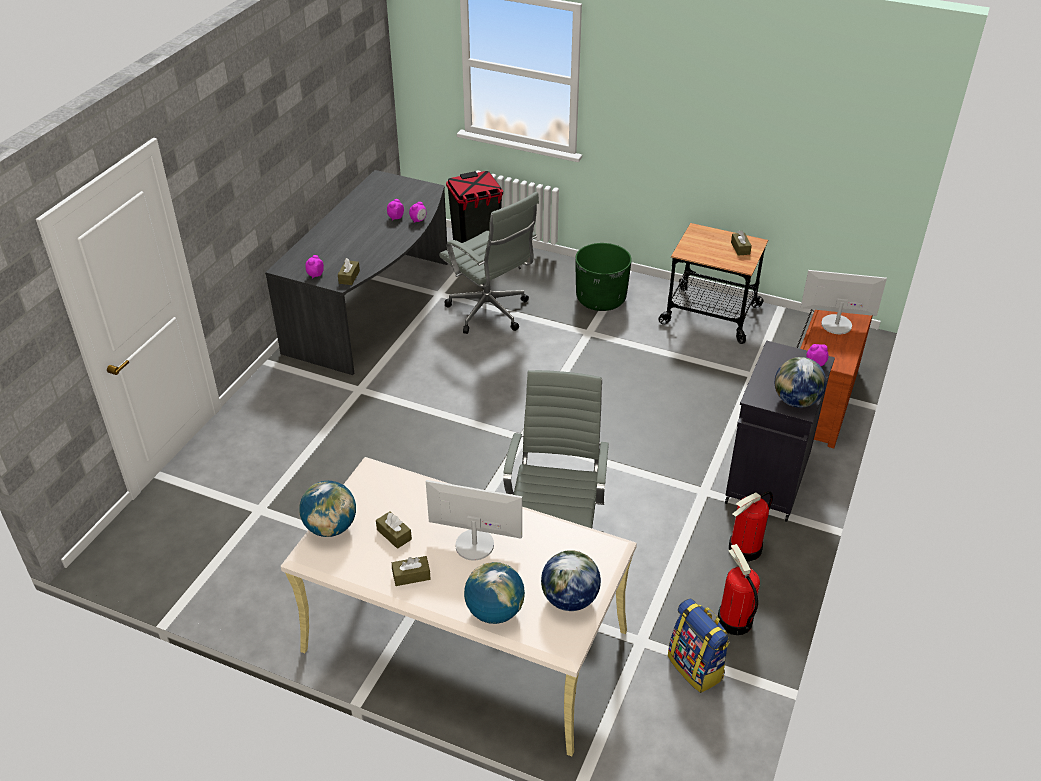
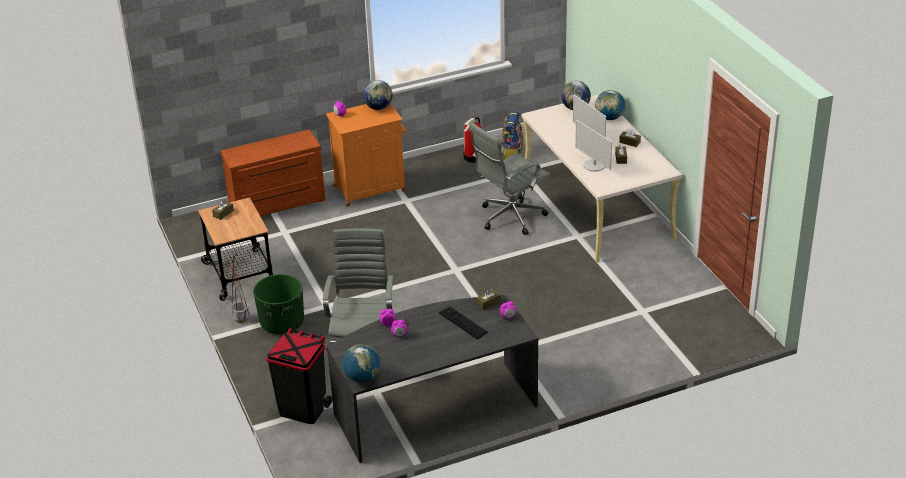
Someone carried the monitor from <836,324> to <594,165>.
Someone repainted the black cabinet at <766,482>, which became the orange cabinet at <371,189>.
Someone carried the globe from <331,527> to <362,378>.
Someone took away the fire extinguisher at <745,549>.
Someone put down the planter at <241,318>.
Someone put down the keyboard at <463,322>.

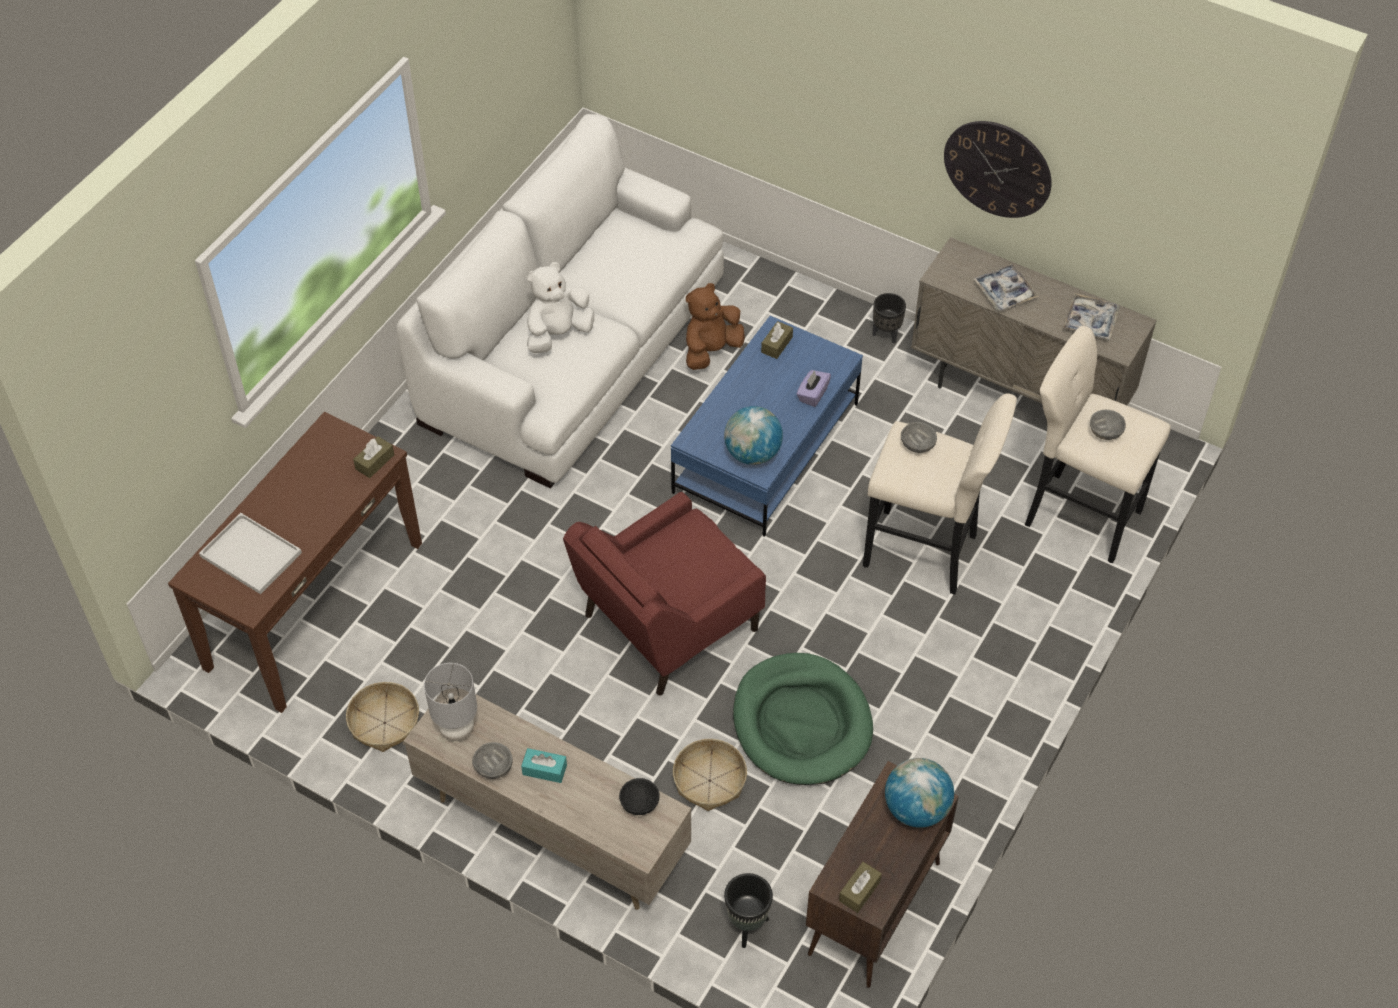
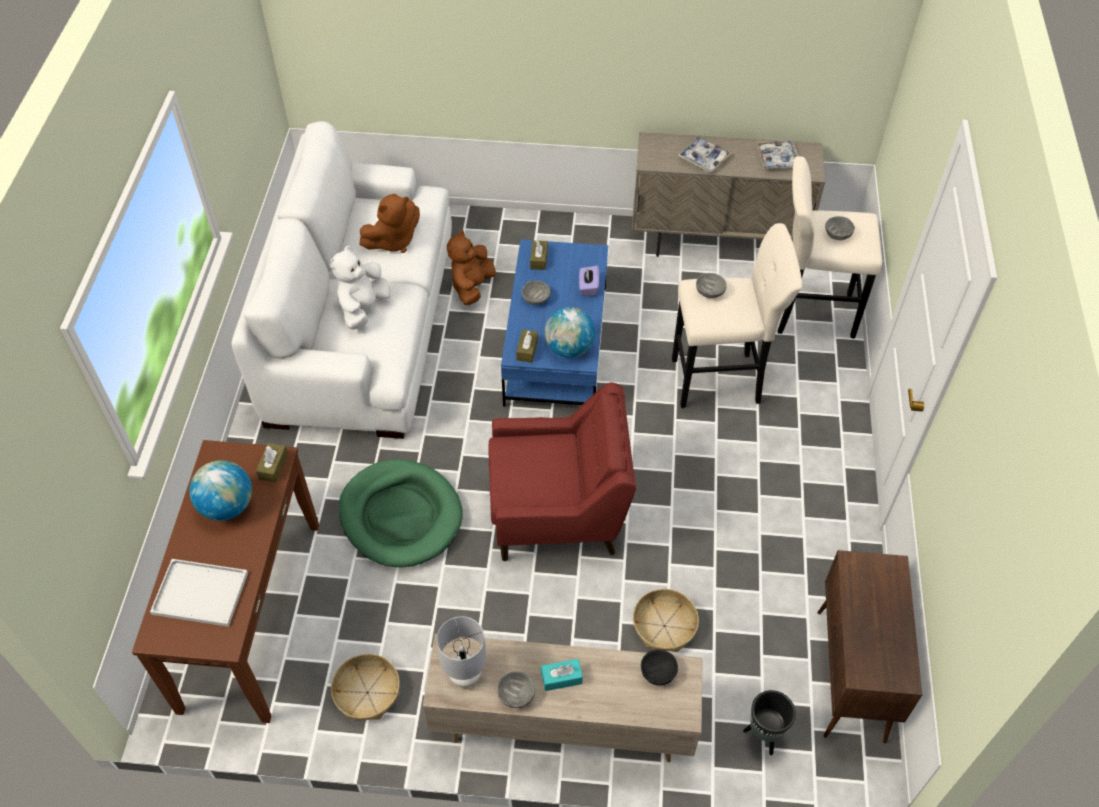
Someone took away the wall clock at <997,169>.
Someone took away the black planter at <886,334>.
Someone rotated the red armchair at <667,624> by 120 degrees counterclockwise.
Someone carried the green dog bed from <801,723> to <401,515>.
Someone carried the globe from <916,809> to <227,506>.
Someone carried the brown tissue box from <859,891> to <527,350>.
Someone put down the brown plush toy at <393,241>.
Someone put down the grey bowl at <535,299>.

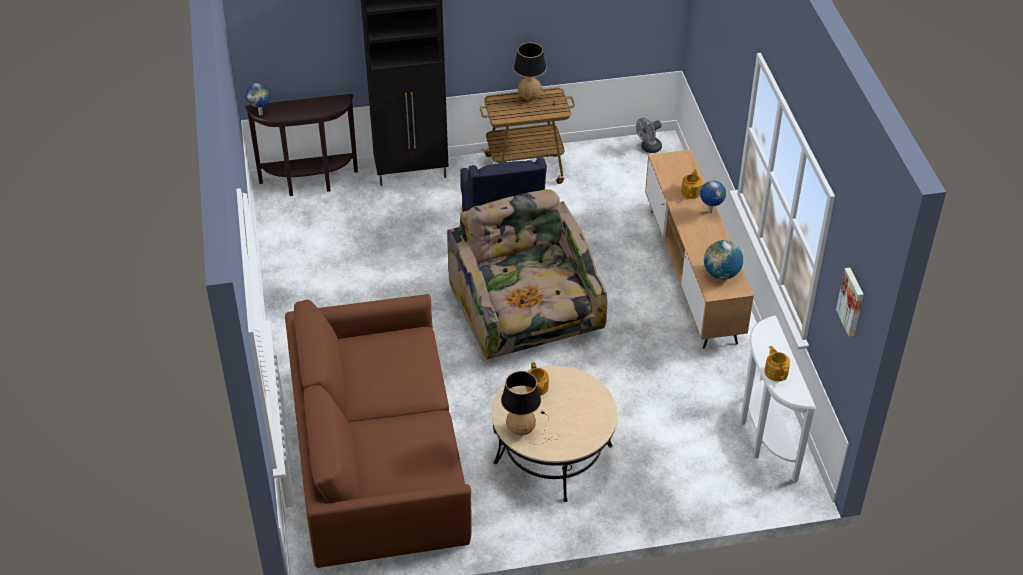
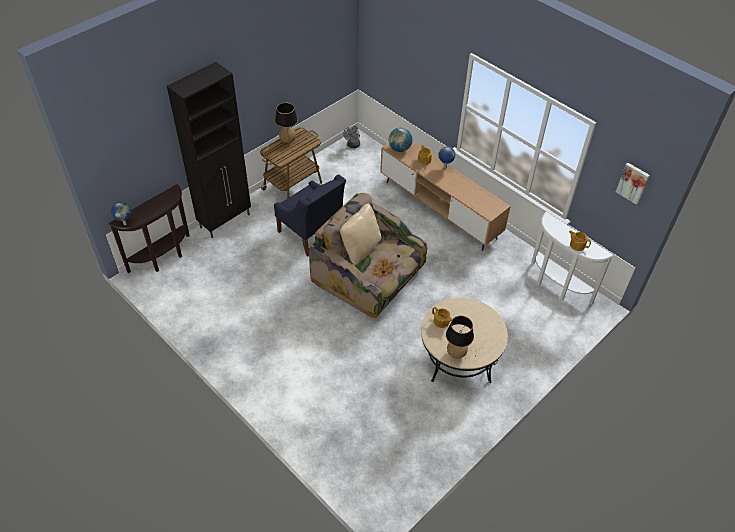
Someone carried the globe from <721,274> to <399,149>.
Someone took away the brown sofa at <377,452>.
Someone put down the beige pillow at <361,249>.

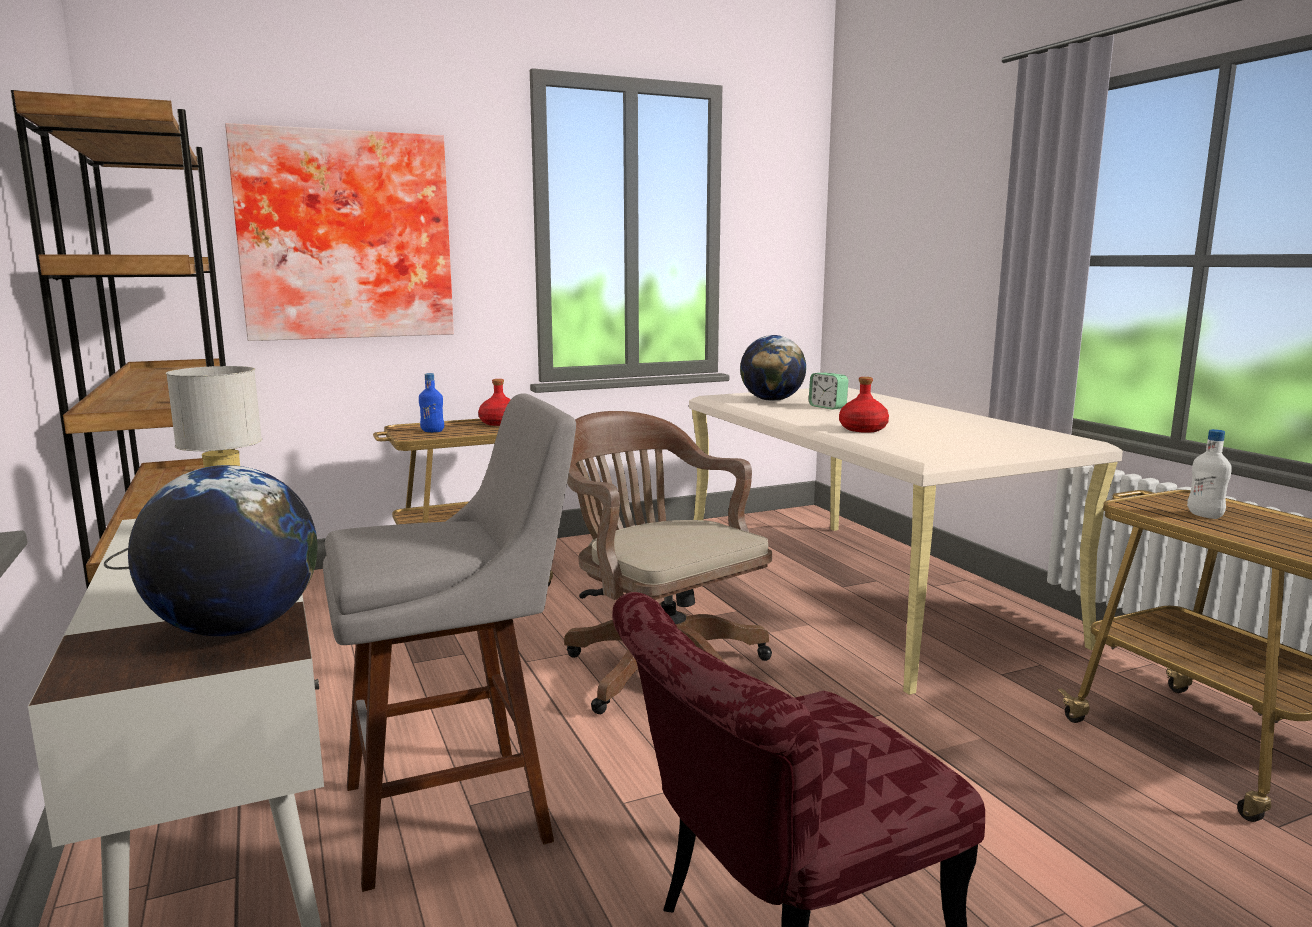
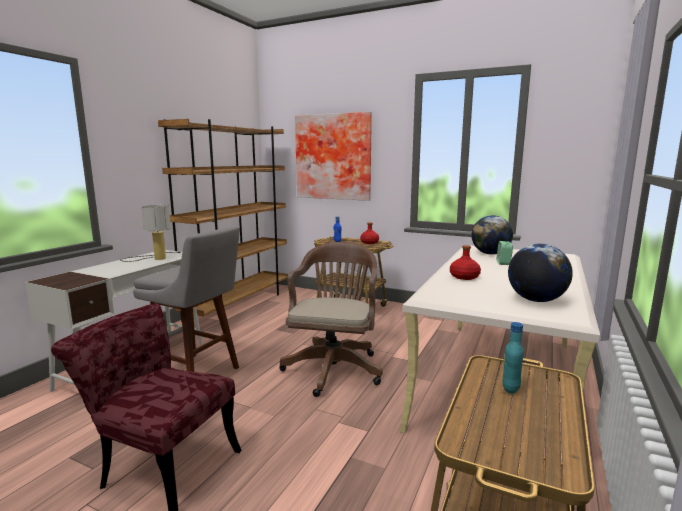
Someone repainted the white bottle at <1204,515>, which became the turquoise bottle at <510,388>.
Someone carried the globe from <235,629> to <536,300>.

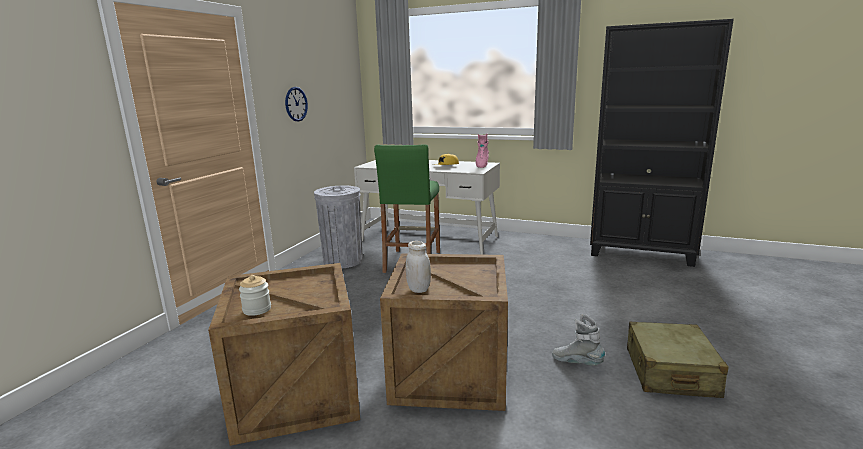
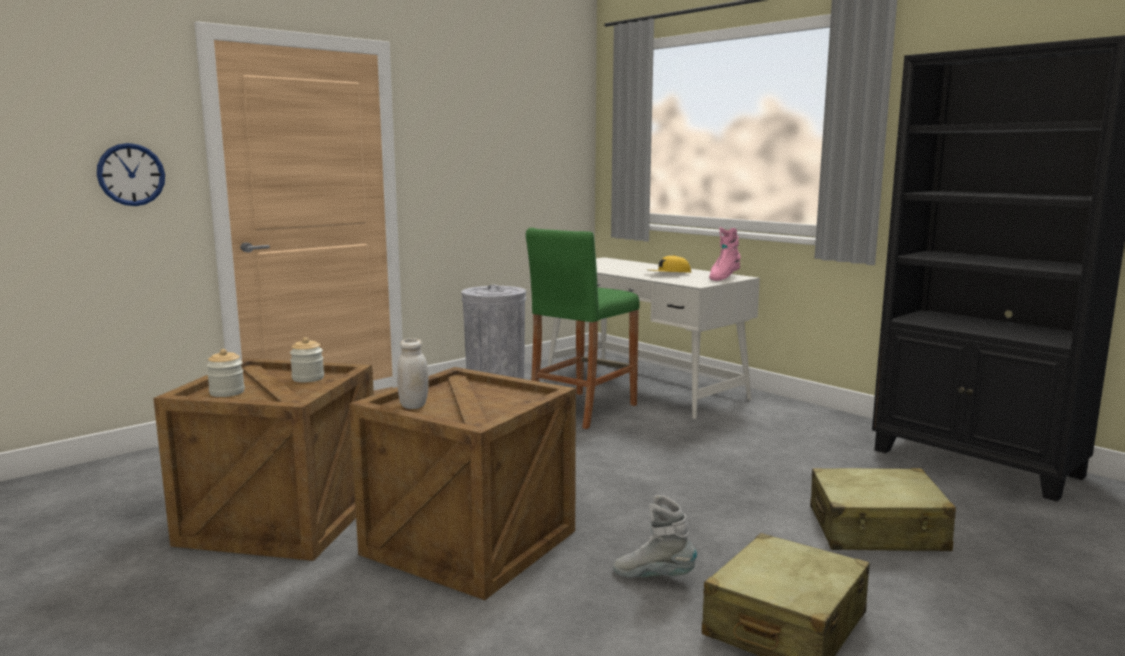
Someone carried the wall clock from <296,104> to <131,174>.
Someone rotated the grey boot at <577,363> by 45 degrees counterclockwise.
Someone put down the jar at <308,378>.
Someone put down the beige suitcase at <877,530>.

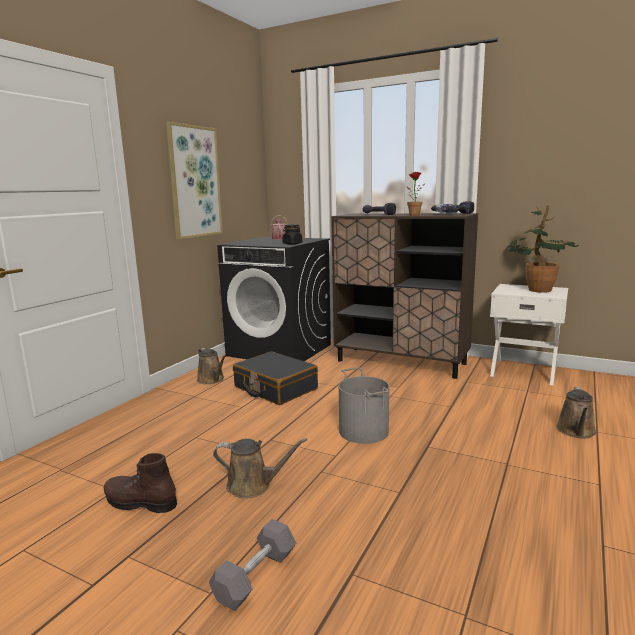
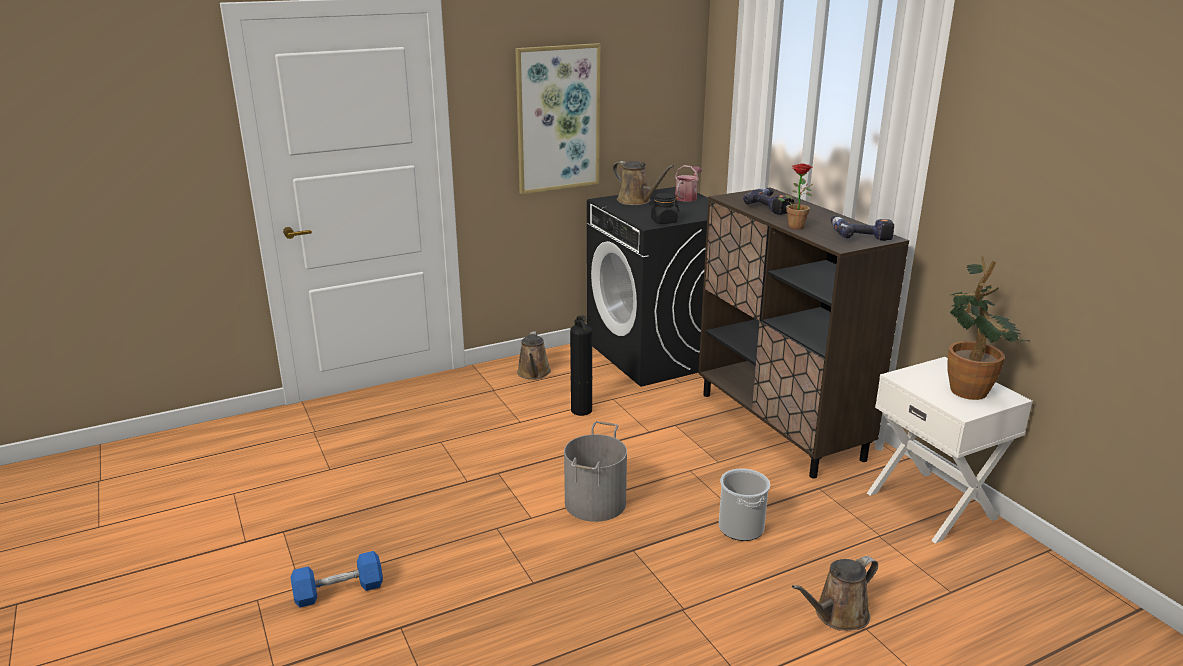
Someone swapped the black suitcase at <275,388> for the fire extinguisher at <581,410>.
Someone carried the brown watering can from <253,485> to <636,201>.
Someone took away the brown boot at <140,503>.
Someone repainted the grey dumbbell at <255,576>, which became the blue dumbbell at <339,591>.
Someone put down the bucket at <741,528>.

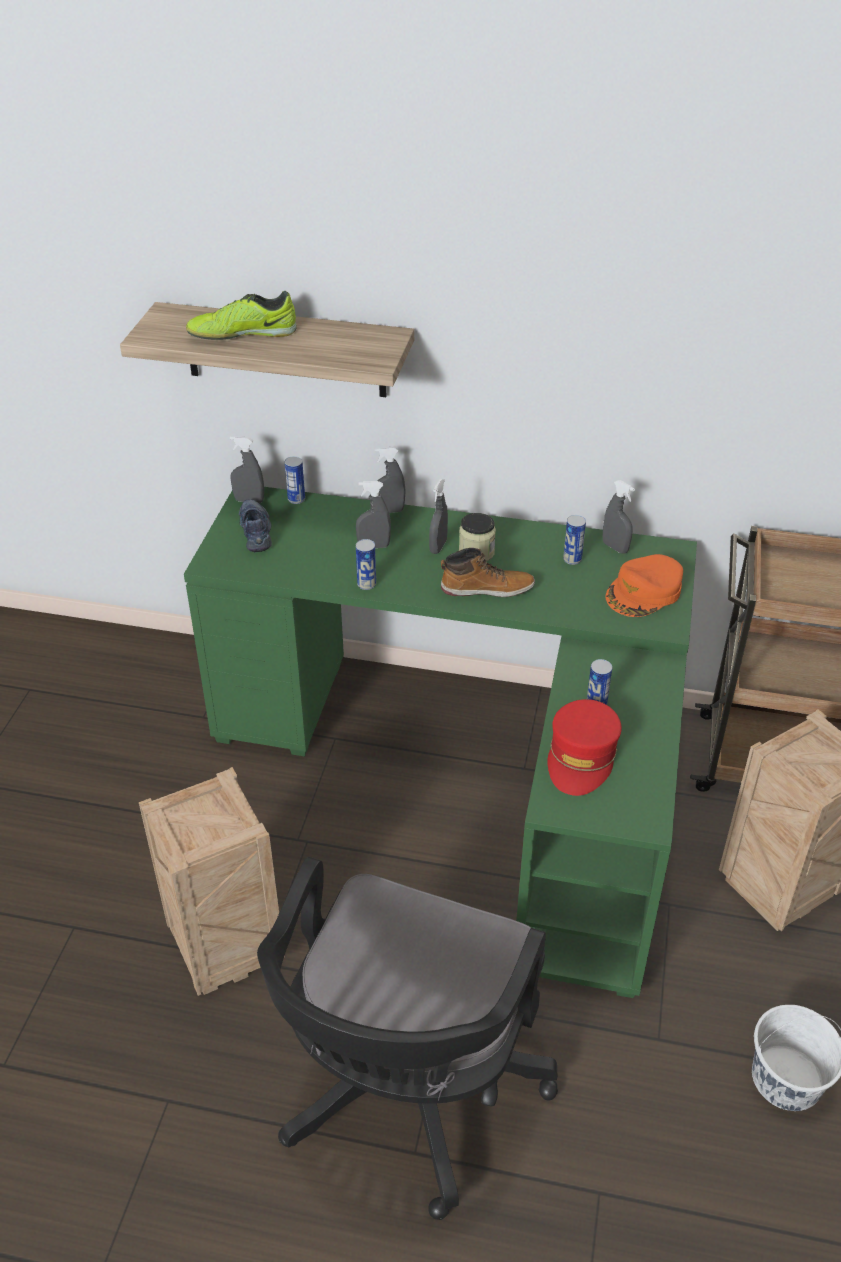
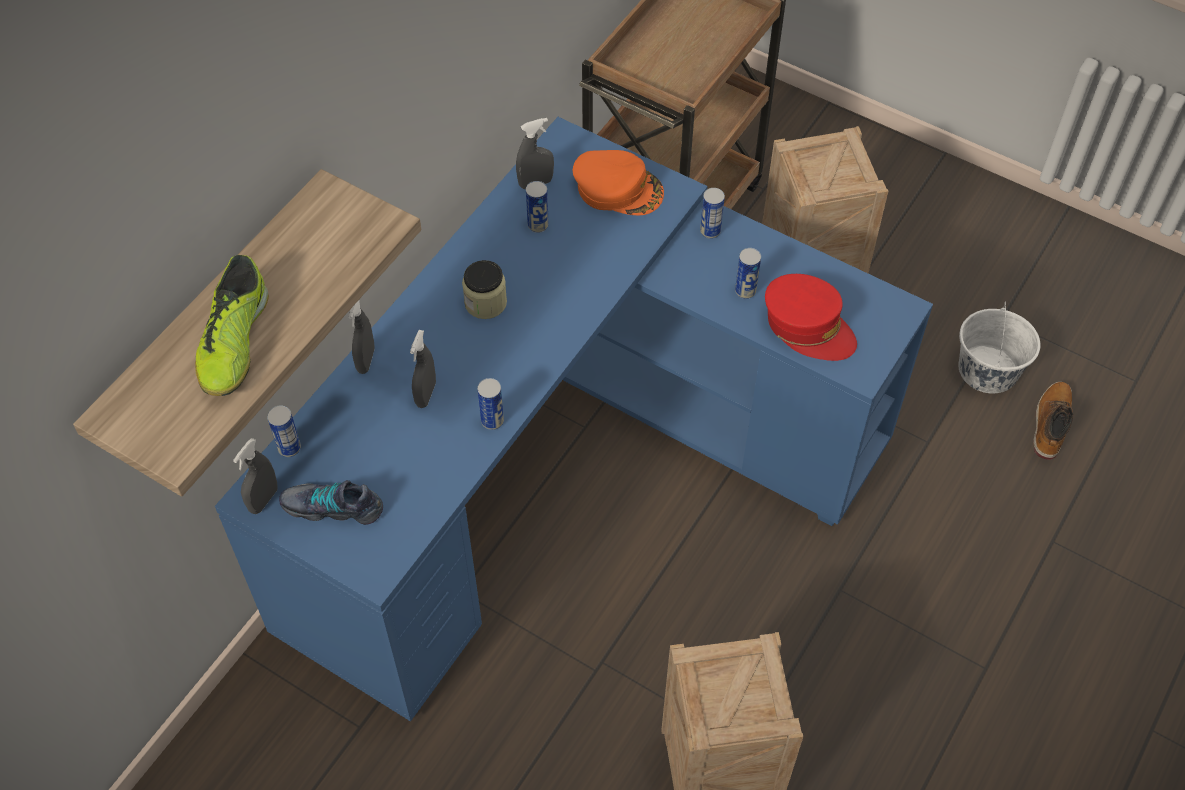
Someone took away the grey spray bottle at <438,546>.
Someone repainted the green desk at <477,768>, which became the blue desk at <567,468>.
Someone carried the boot from <487,588> to <1050,424>.
Someone rotated the orange cap at <644,593> by 45 degrees counterclockwise.
Someone took away the black office chair at <406,1092>.
Someone put down the can at <710,231>.

